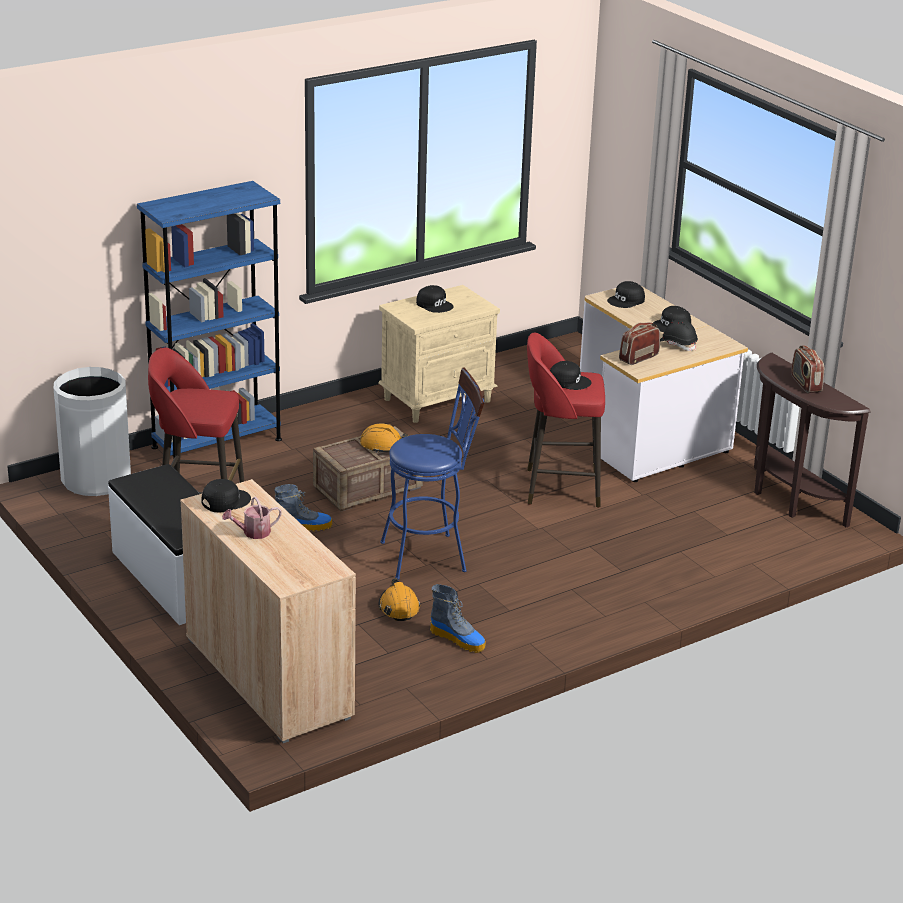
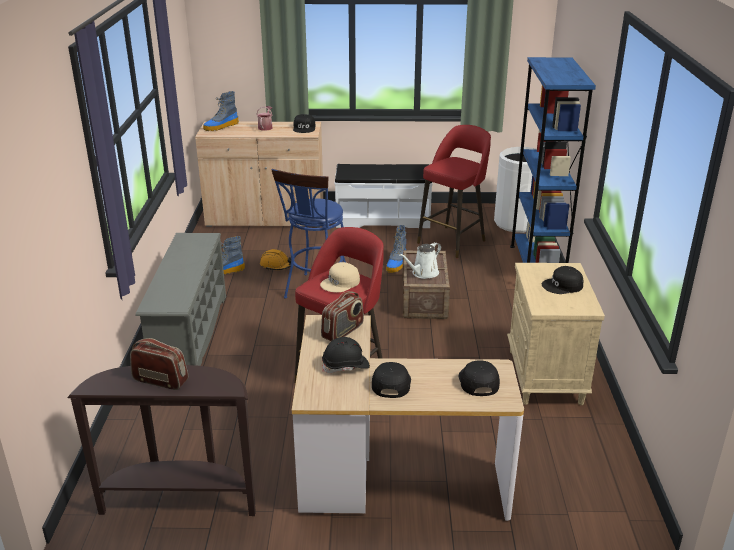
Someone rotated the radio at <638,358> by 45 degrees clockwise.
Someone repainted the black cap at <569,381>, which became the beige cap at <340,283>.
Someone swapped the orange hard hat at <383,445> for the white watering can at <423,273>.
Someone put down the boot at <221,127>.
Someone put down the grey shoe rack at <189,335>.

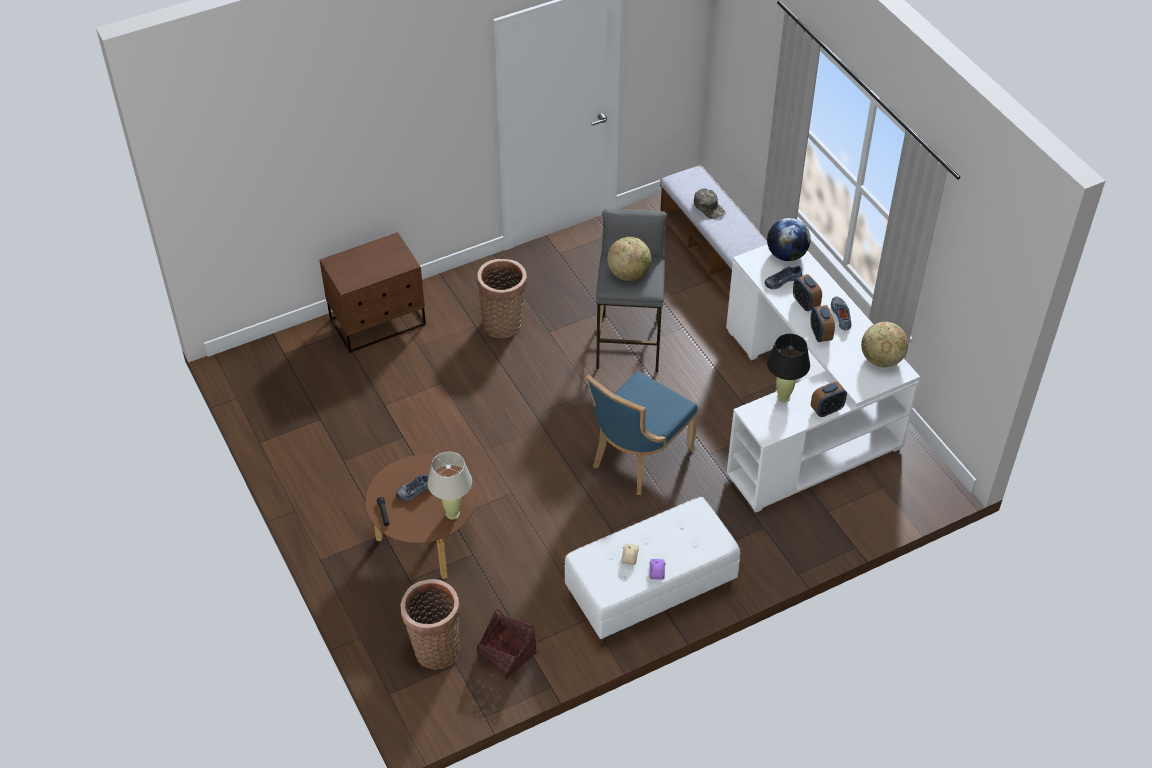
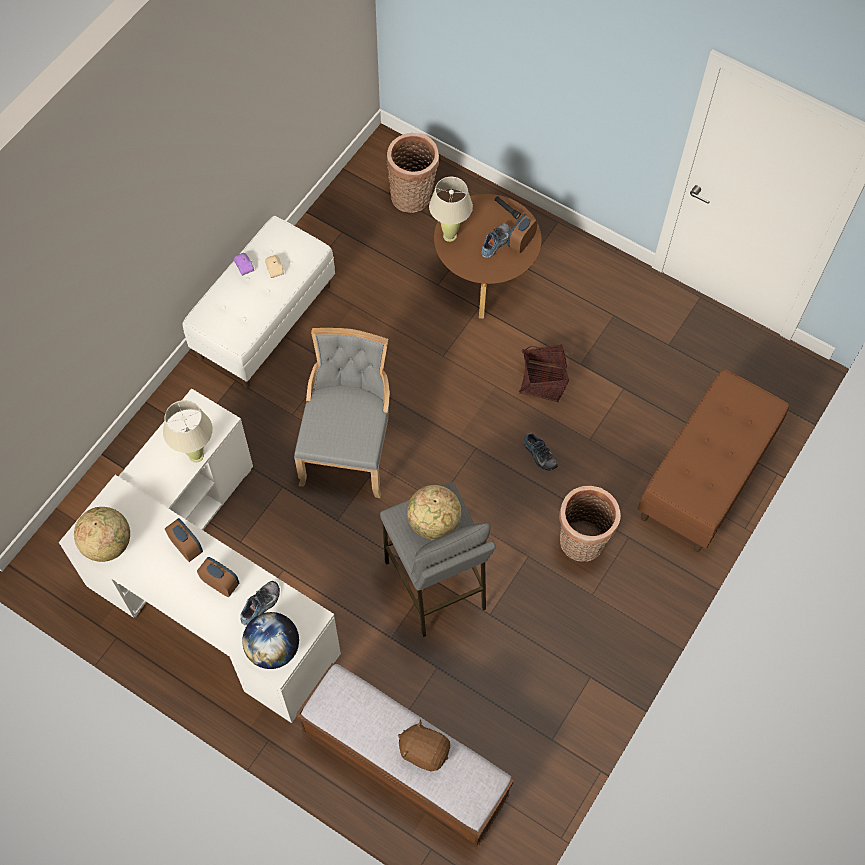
Someone swapped the green cap at <709,207> for the brown plush toy at <424,750>.
Someone swapped the brown nightstand at <378,323> for the brown bench at <705,478>.
Someone carried the shoe from <842,316> to <539,455>.
Someone repainted the black table lamp at <783,397>, which became the beige table lamp at <196,455>.
Someone repainted the blue chair at <638,458>, which became the grey chair at <348,448>.
Someone carried the alarm clock from <826,410> to <521,242>.
Someone carried the basket from <506,655> to <542,381>.

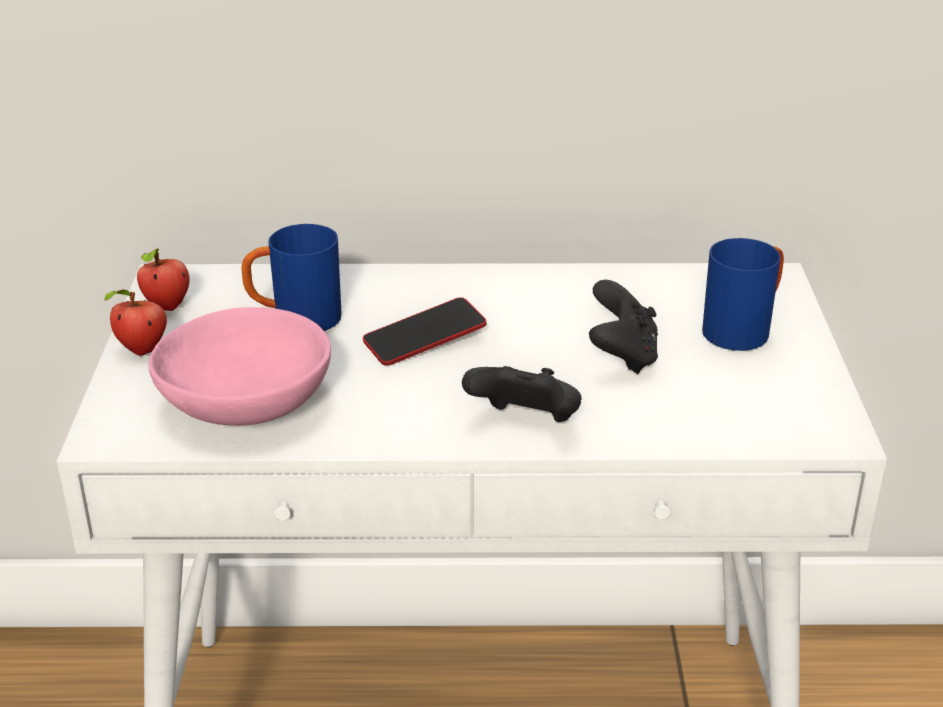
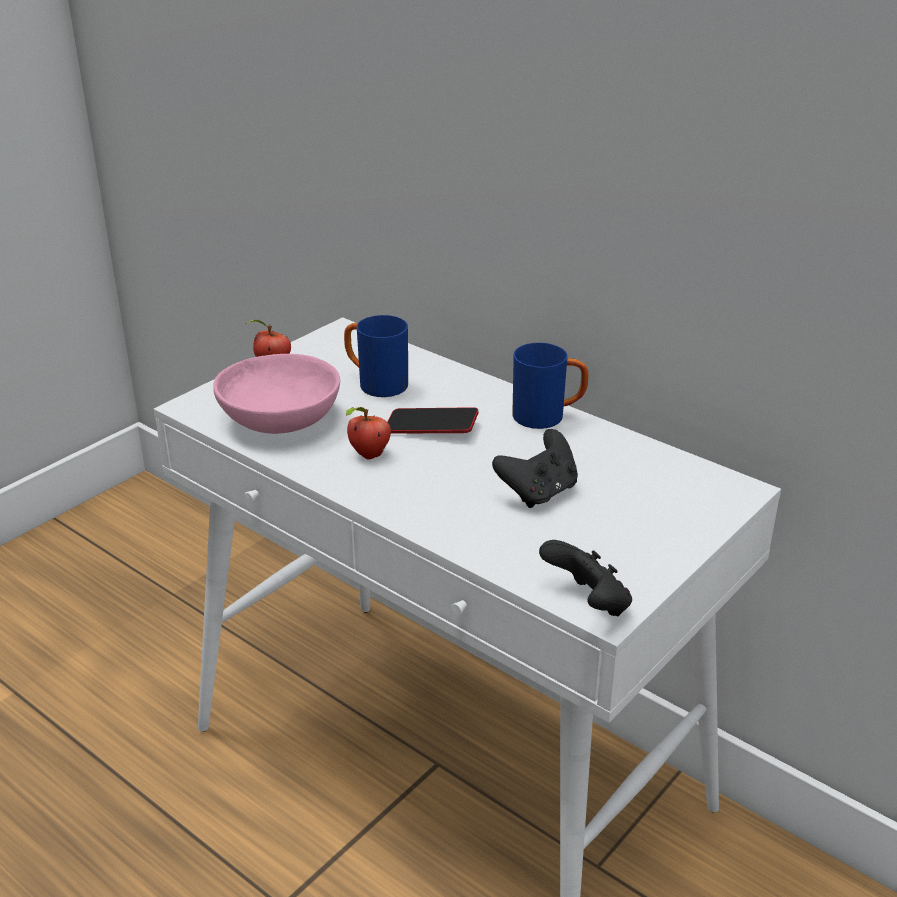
Someone carried the blue mug from <743,330> to <548,416>.
Someone carried the apple from <167,307> to <369,455>.
Someone carried the black game controller from <525,423> to <588,604>.

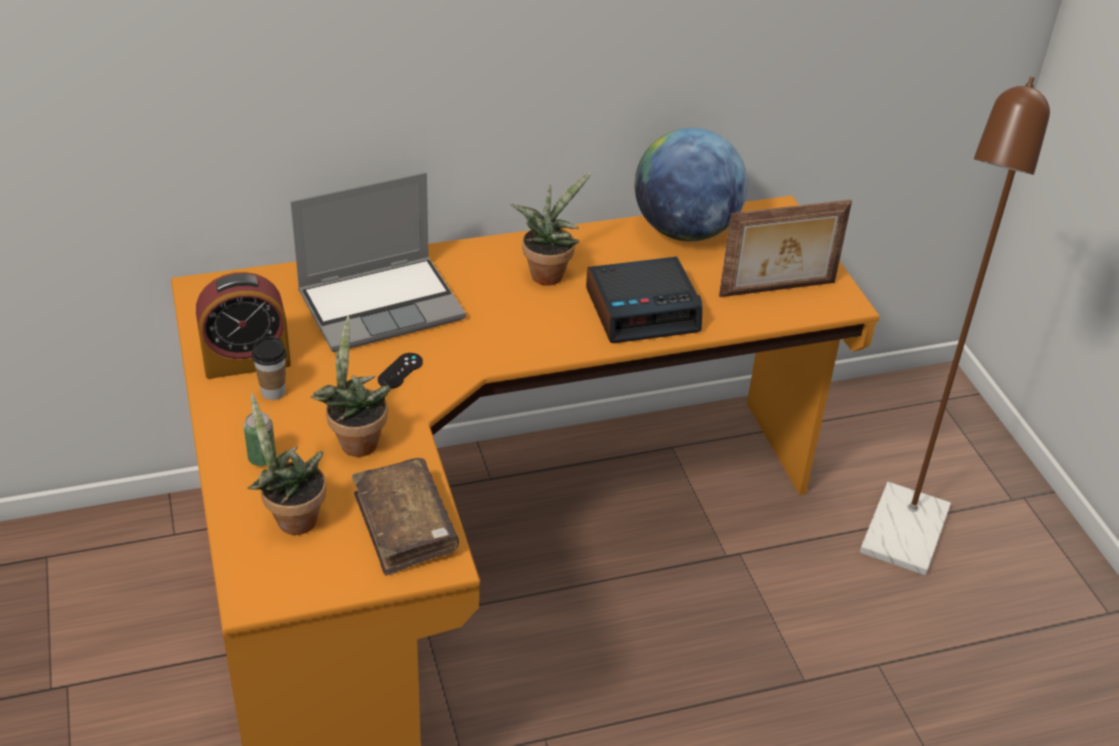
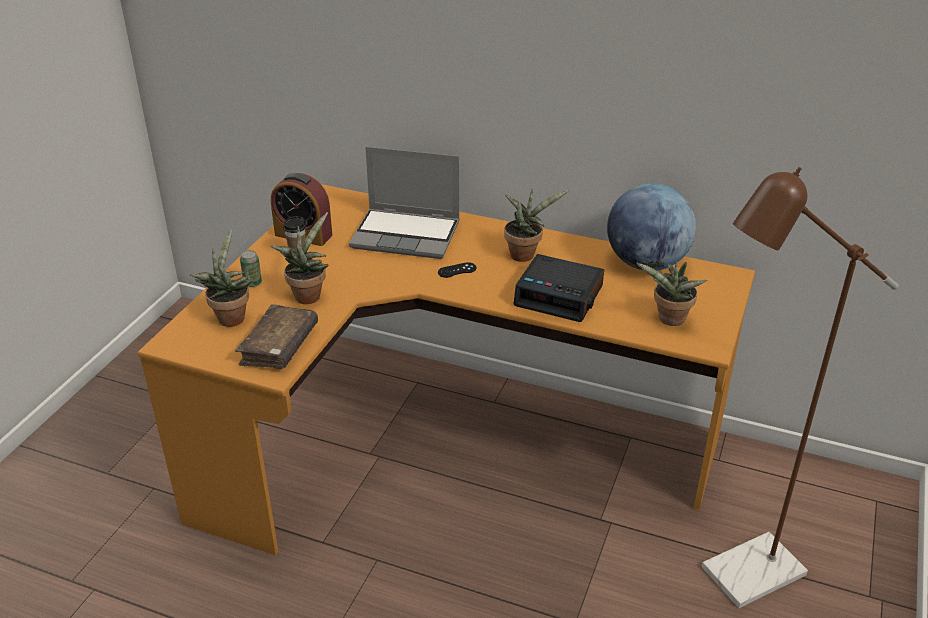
Someone swapped the picture frame at <778,290> for the potted plant at <669,320>.
Someone carried the black game controller from <400,371> to <457,270>.

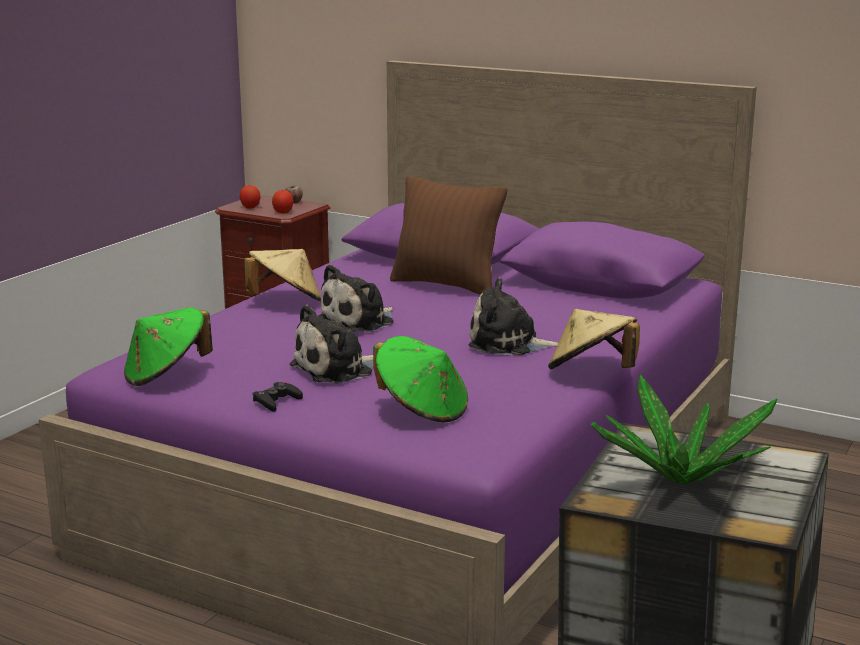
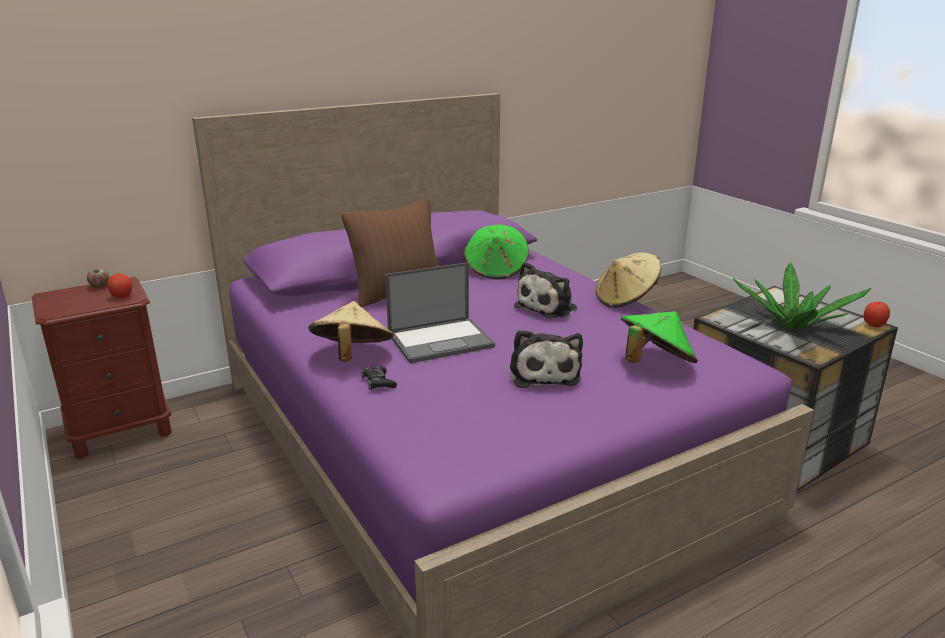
Someone carried the apple from <250,207> to <874,325>.
Someone swapped the plush toy at <359,321> for the laptop at <441,340>.
Someone carried the green hat from <166,375> to <496,270>.
Someone carried the black game controller from <276,401> to <378,382>.

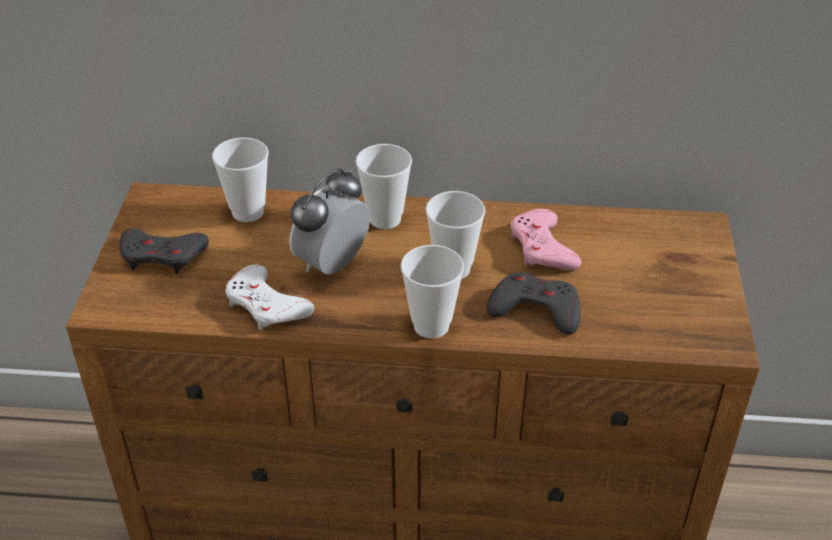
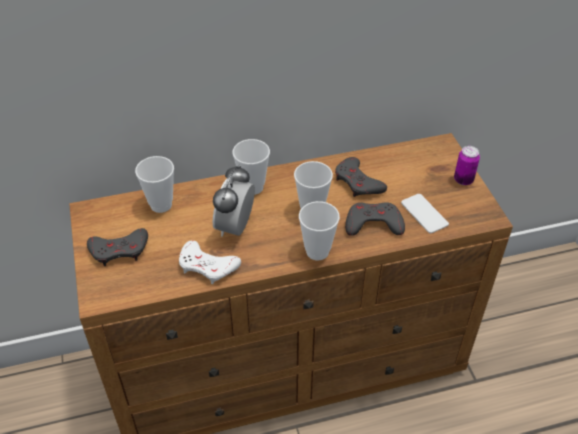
Someone repainted the pink game controller at <542,248>, which became the grey game controller at <358,182>.
Someone put down the can at <463,180>.
Someone put down the phone at <424,214>.

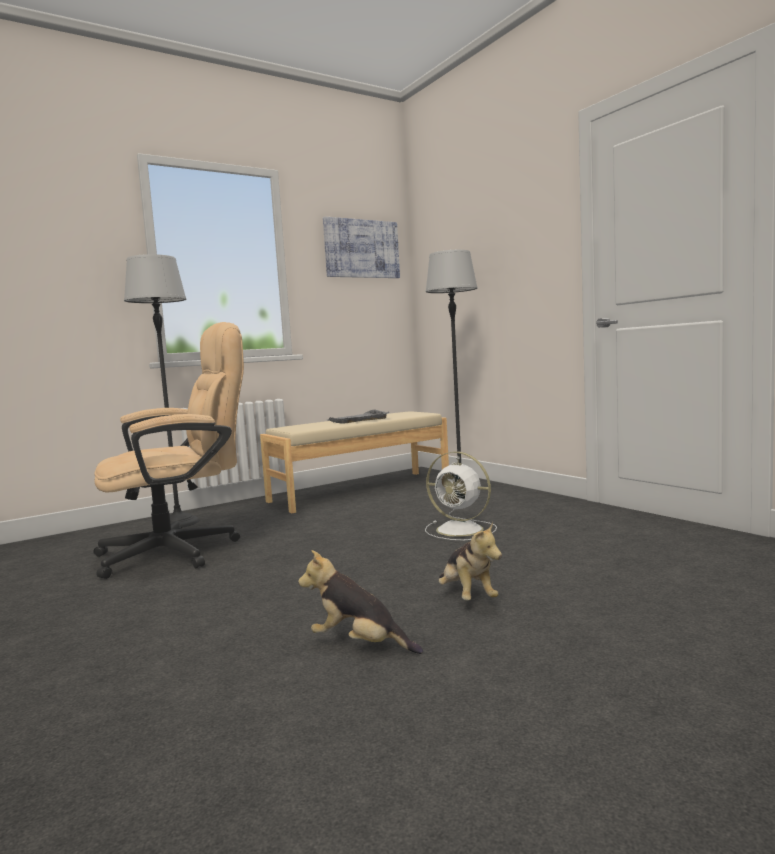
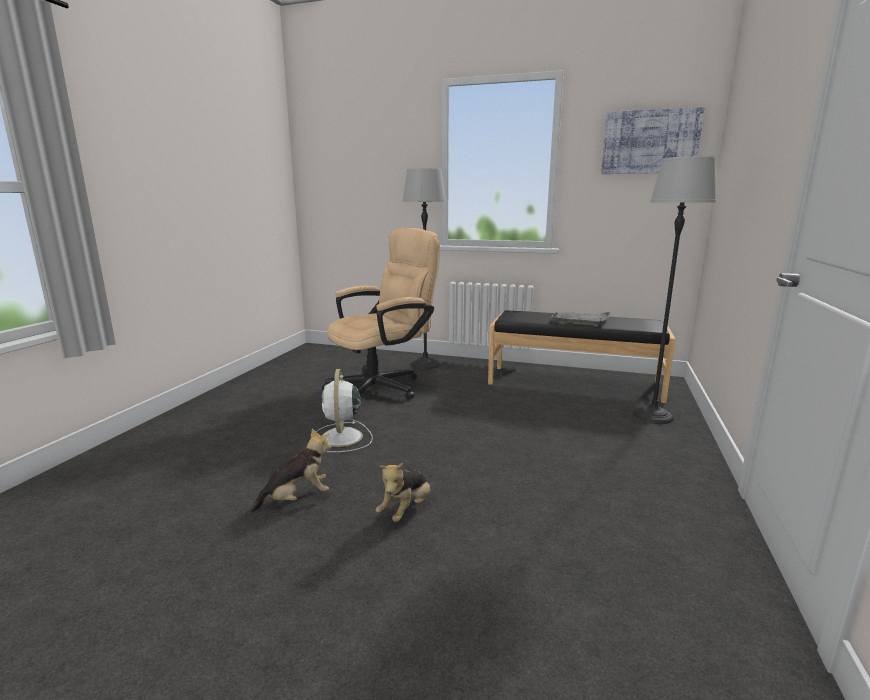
Someone rotated the beige office chair at <181,551> by 60 degrees counterclockwise.
Someone repainted the beige bench at <360,490>, which became the black bench at <573,383>.
Someone carried the white fan from <461,530> to <341,438>.
Someone rotated the plush toy at <359,644> by 75 degrees clockwise.

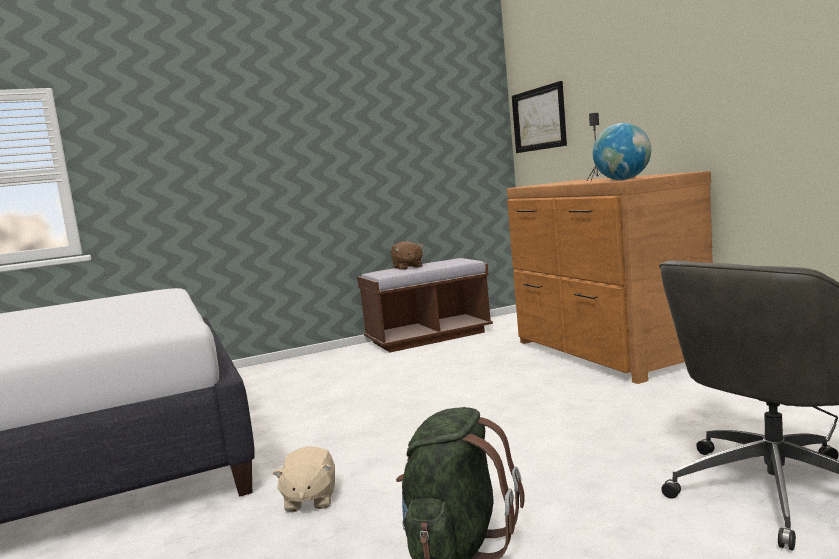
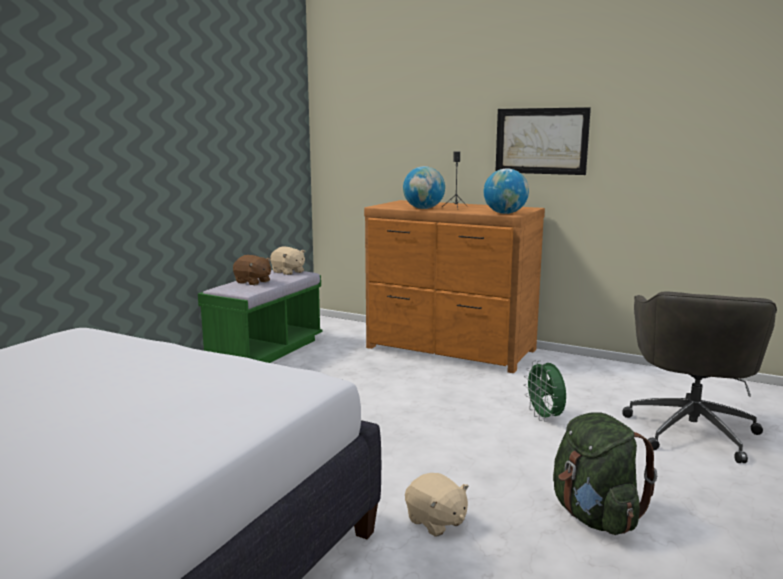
Someone carried the picture from <539,119> to <541,141>.
Someone repainted the brown bench at <428,337>, which became the green bench at <266,351>.
Someone put down the globe at <423,208>.
Someone put down the beige plush toy at <288,272>.
Someone put down the green fan at <545,417>.

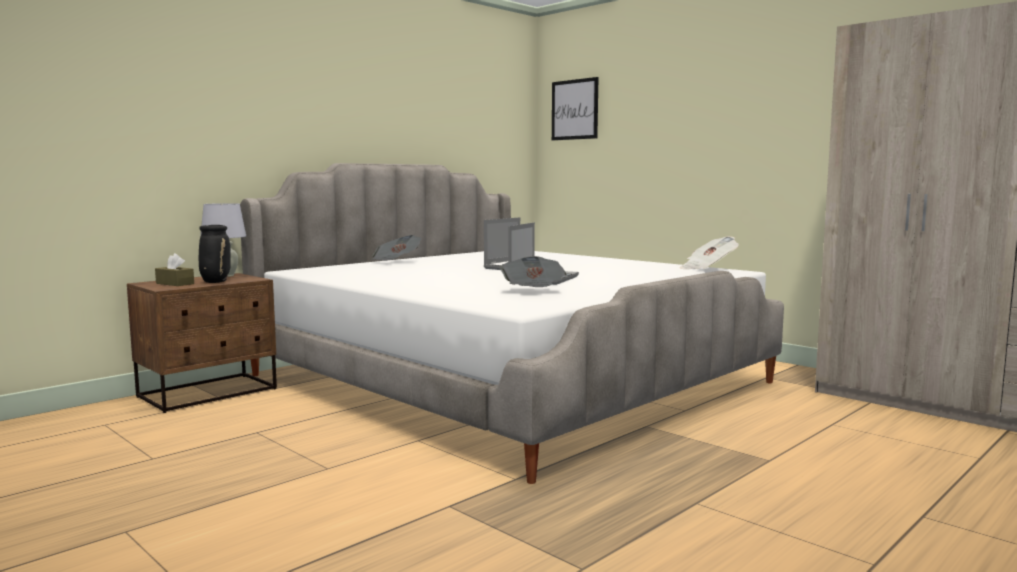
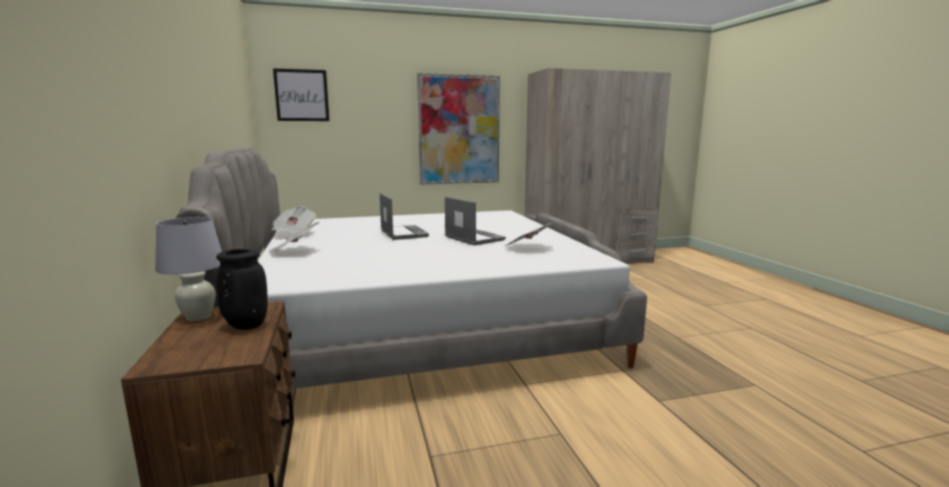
Someone carried the newspaper from <707,268> to <293,235>.
Someone took away the brown tissue box at <175,283>.
Someone put up the picture at <459,130>.

